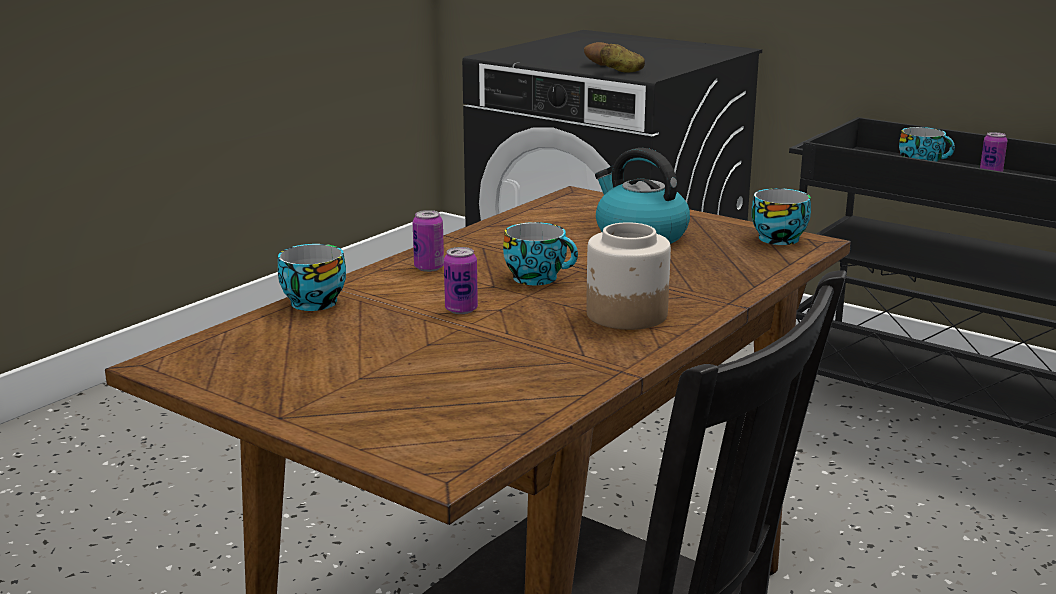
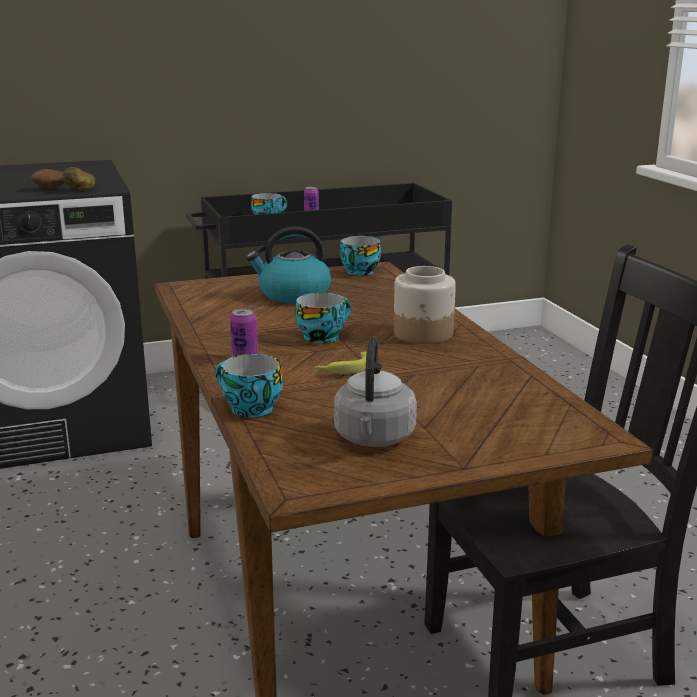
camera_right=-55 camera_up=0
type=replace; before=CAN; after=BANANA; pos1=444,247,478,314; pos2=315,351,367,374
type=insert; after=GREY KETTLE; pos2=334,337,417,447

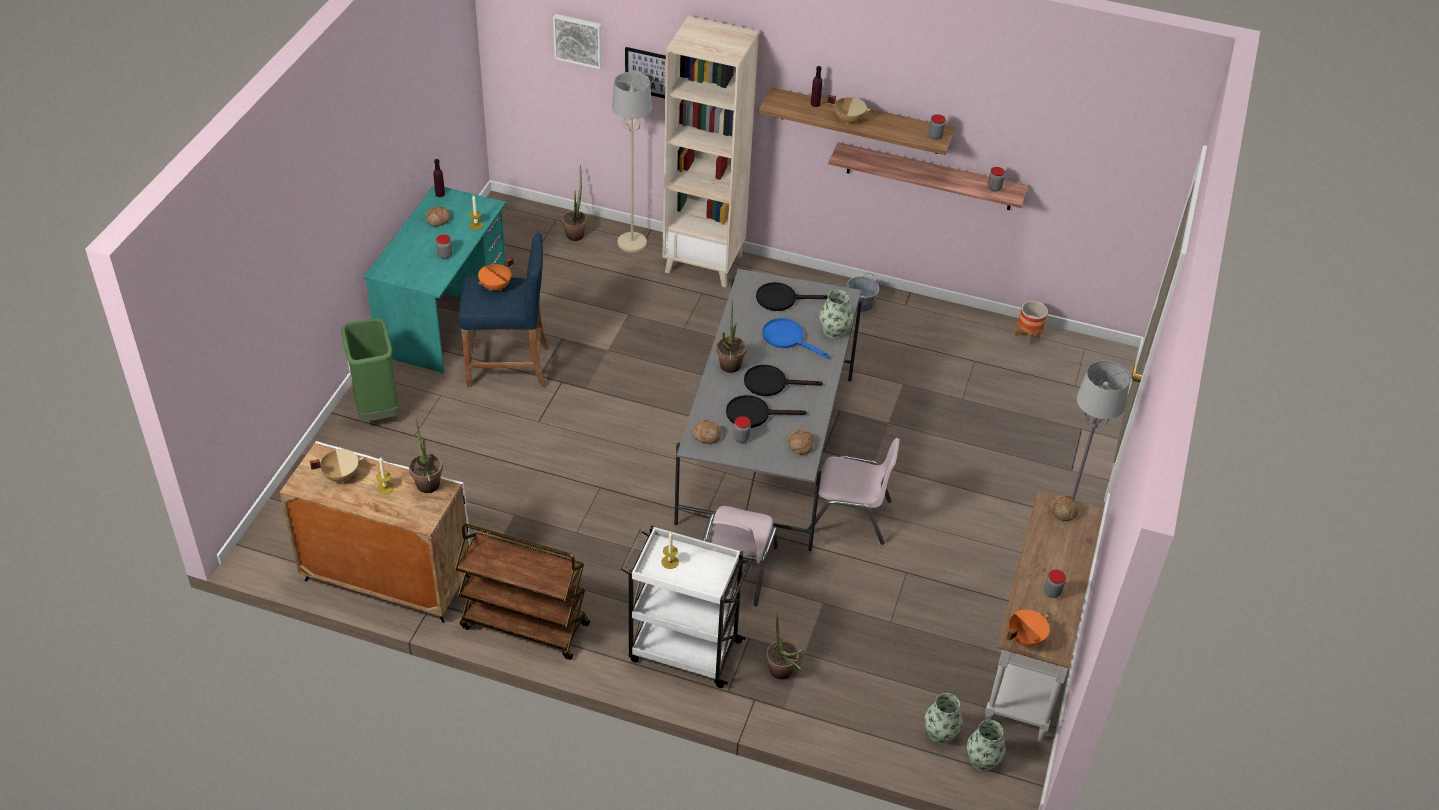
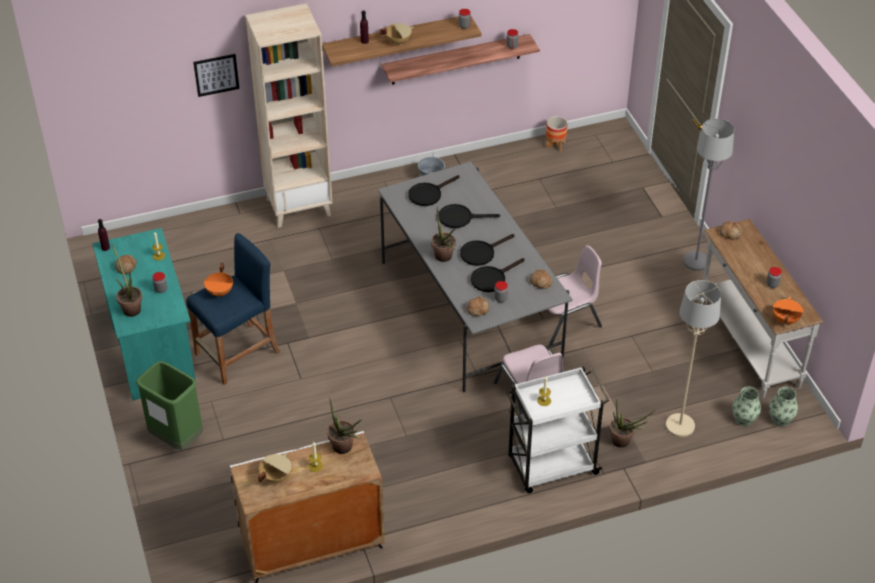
camera_right=-35 camera_up=0
type=delete; before=BROWN CART; pos1=455,524,590,660
type=delete; before=PICTURE; pos1=553,14,602,69
type=move; before=POTTED PLANT; pos1=562,165,587,241; pos2=112,245,142,317
type=move; before=BEIGE FLOOR LAMP; pos1=612,72,652,253; pos2=666,280,721,437
type=recolor; before=BLUE FRYING PAN; after=BLACK FRYING PAN; pos1=762,318,830,358; pos2=439,204,500,228
type=delete; before=VASE; pos1=819,290,853,339

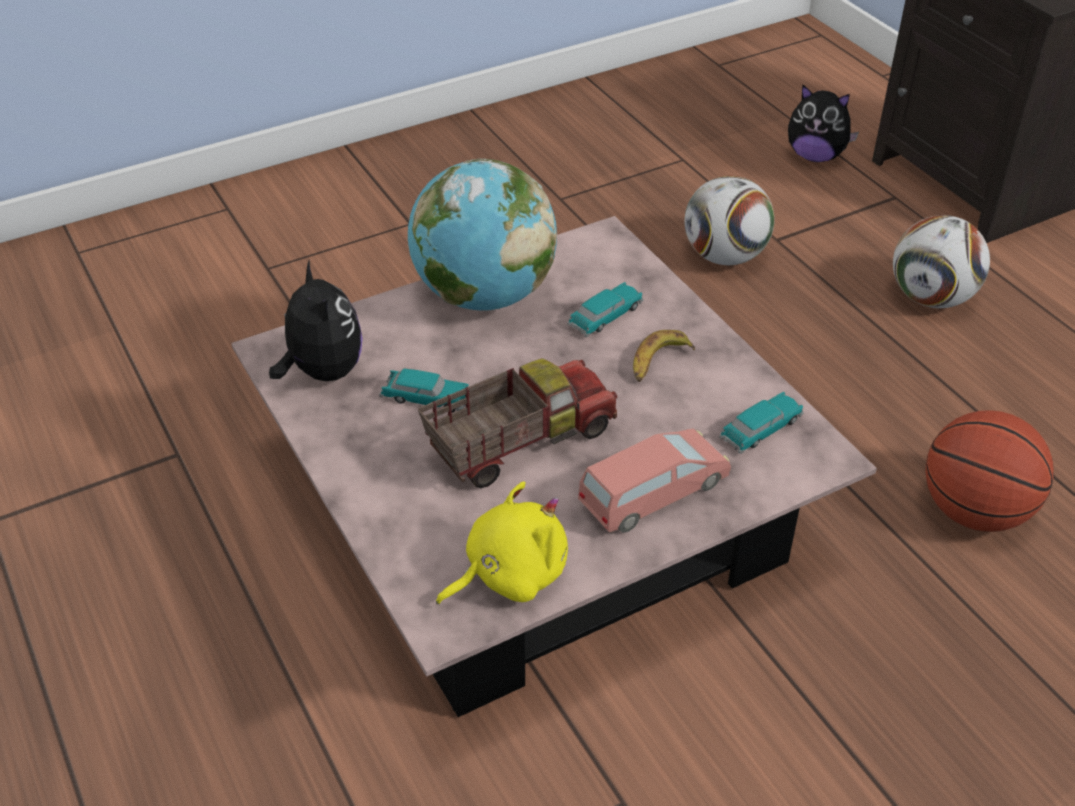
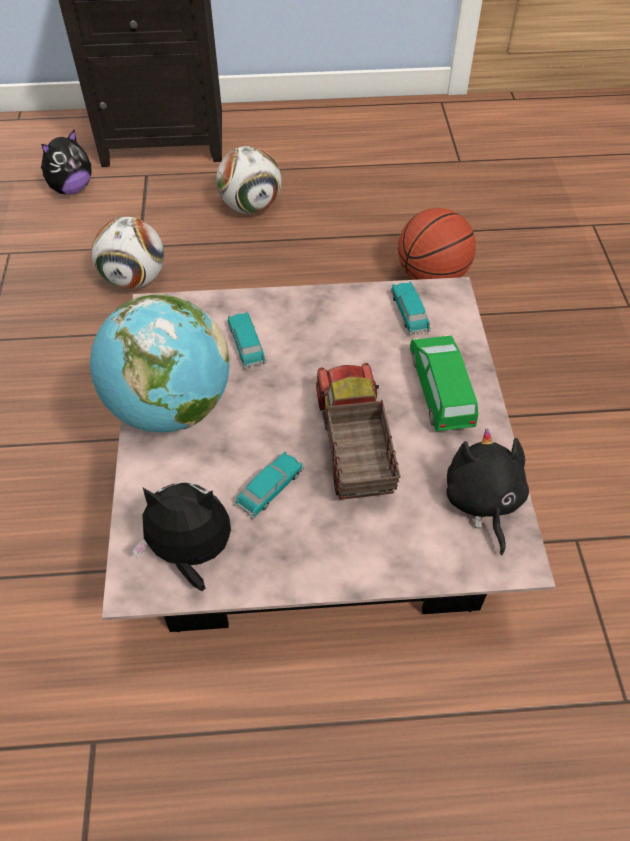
camera_right=-65 camera_up=10
type=recolor; before=YELLOW PLUSH TOY; after=BLACK PLUSH TOY; pos1=436,482,568,605; pos2=446,429,529,555
type=recolor; before=PINK TOY CAR; after=GREEN TOY CAR; pos1=578,428,731,533; pos2=410,335,478,431
type=delete; before=BANANA; pos1=633,330,695,382

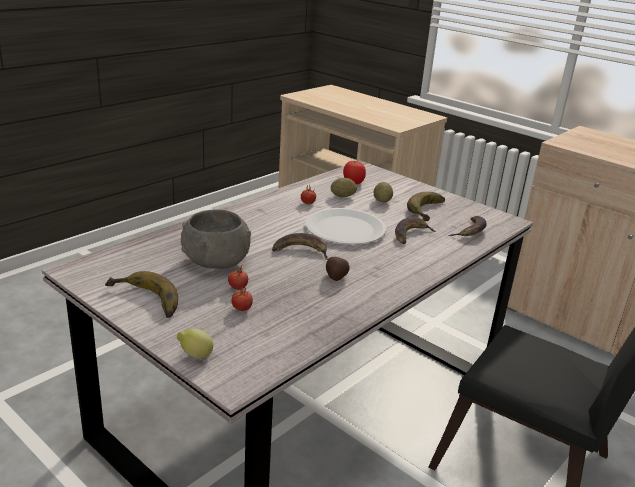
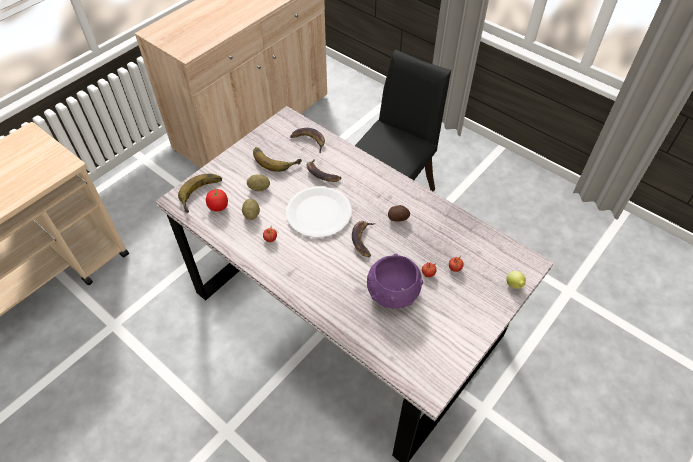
camera_right=-90 camera_up=25
type=move; before=BANANA; pos1=105,271,178,318; pos2=178,174,222,213
type=recolor; before=GREY BOWL; after=PURPLE BOWL; pos1=181,209,251,269; pos2=367,254,423,308

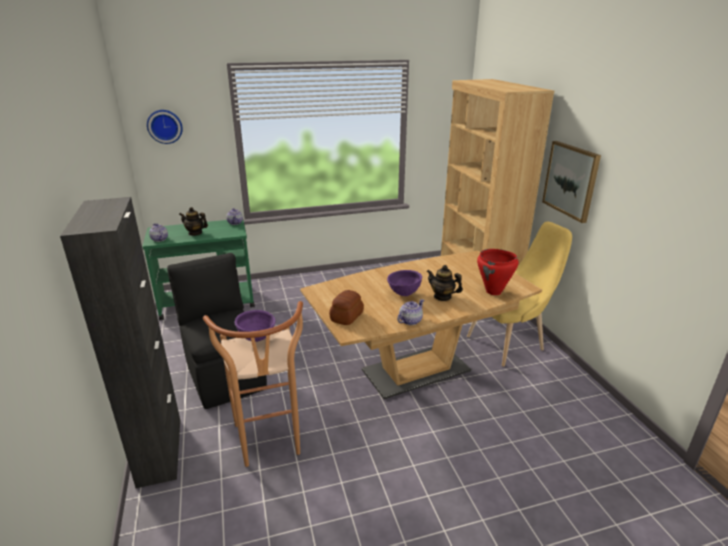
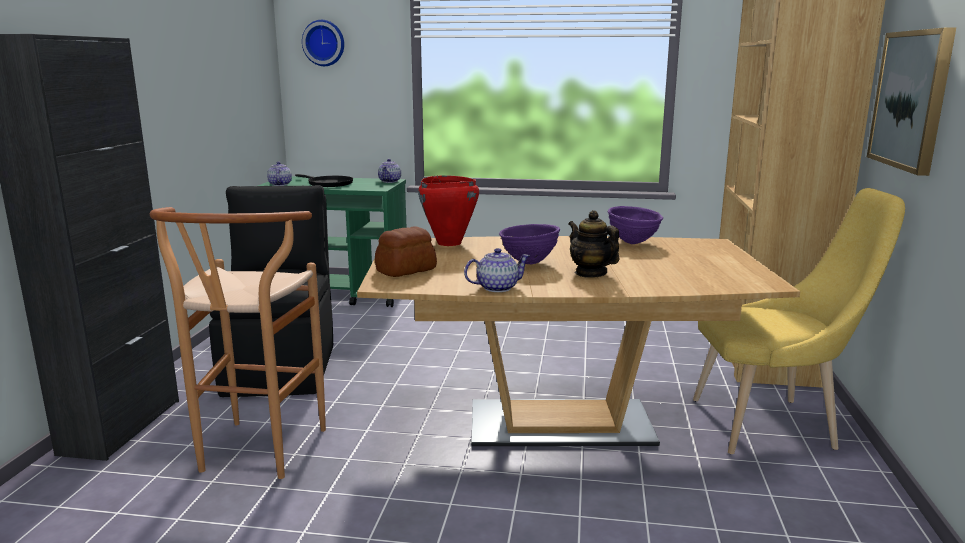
camera_right=25 camera_up=-10
type=replace; before=TEAPOT; after=BLACK FRYING PAN; pos1=179,207,208,236; pos2=295,174,353,187
type=move; before=PURPLE BOWL; pos1=235,310,276,342; pos2=608,206,663,244
type=move; before=RED COOKING POT; pos1=477,249,519,295; pos2=418,176,479,246

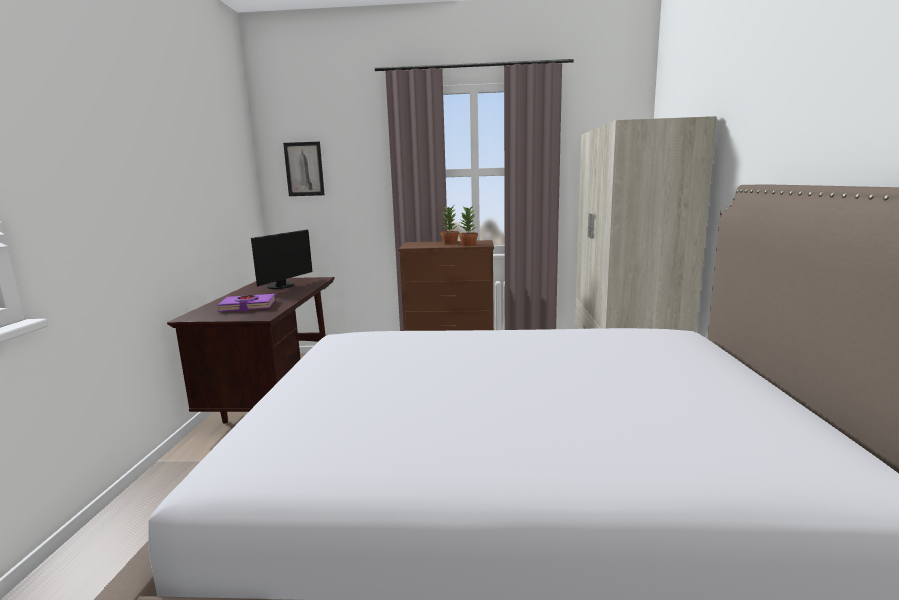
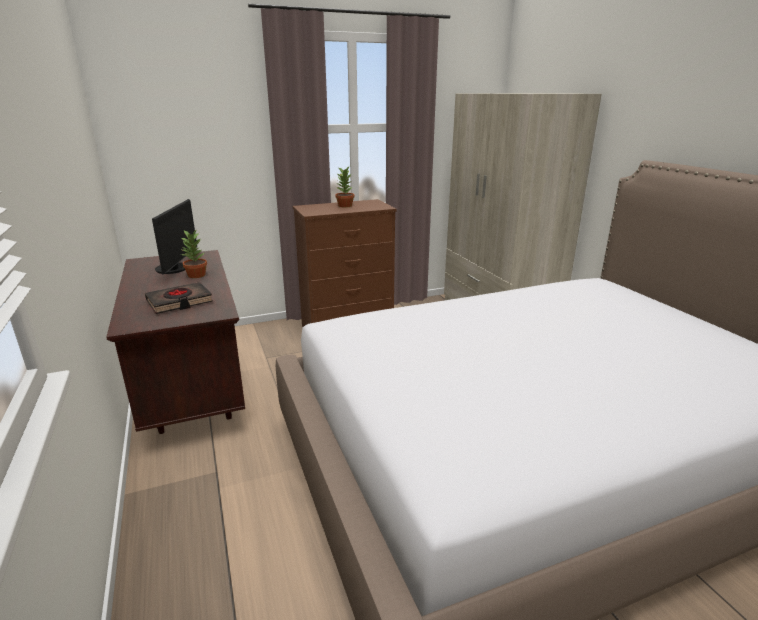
camera_right=-25 camera_up=10
type=recolor; before=PURPLE BOOK; after=BLACK BOOK; pos1=218,294,276,312; pos2=145,282,213,314
type=delete; before=PICTURE; pos1=283,142,325,196
type=move; before=POTTED PLANT; pos1=459,205,478,246; pos2=180,228,207,278

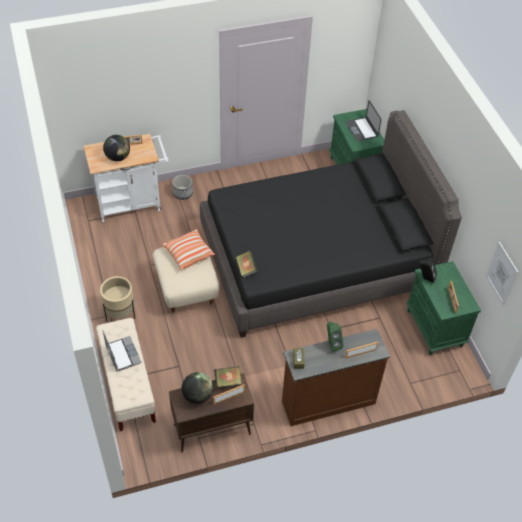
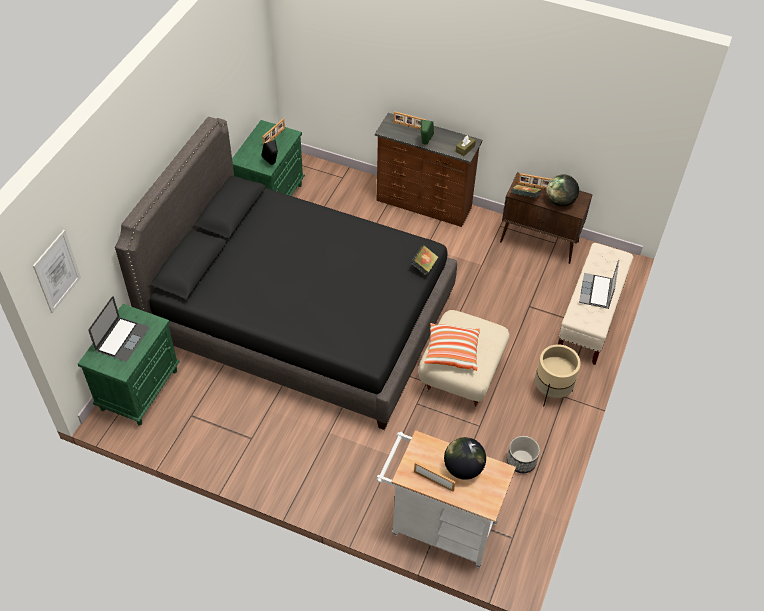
camera_right=-140 camera_up=0
type=move; before=PLANTER; pos1=172,175,193,200; pos2=507,436,540,473
type=move; before=PICTURE; pos1=486,242,518,306; pos2=33,230,81,313

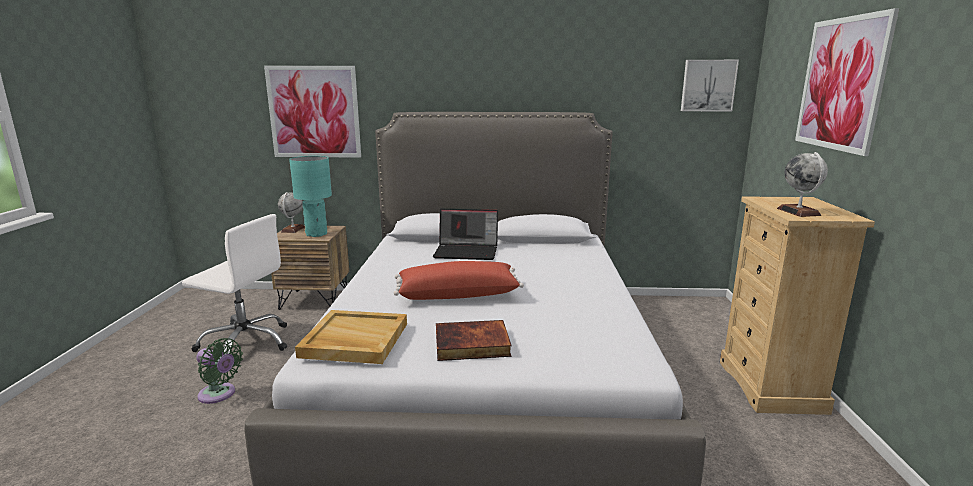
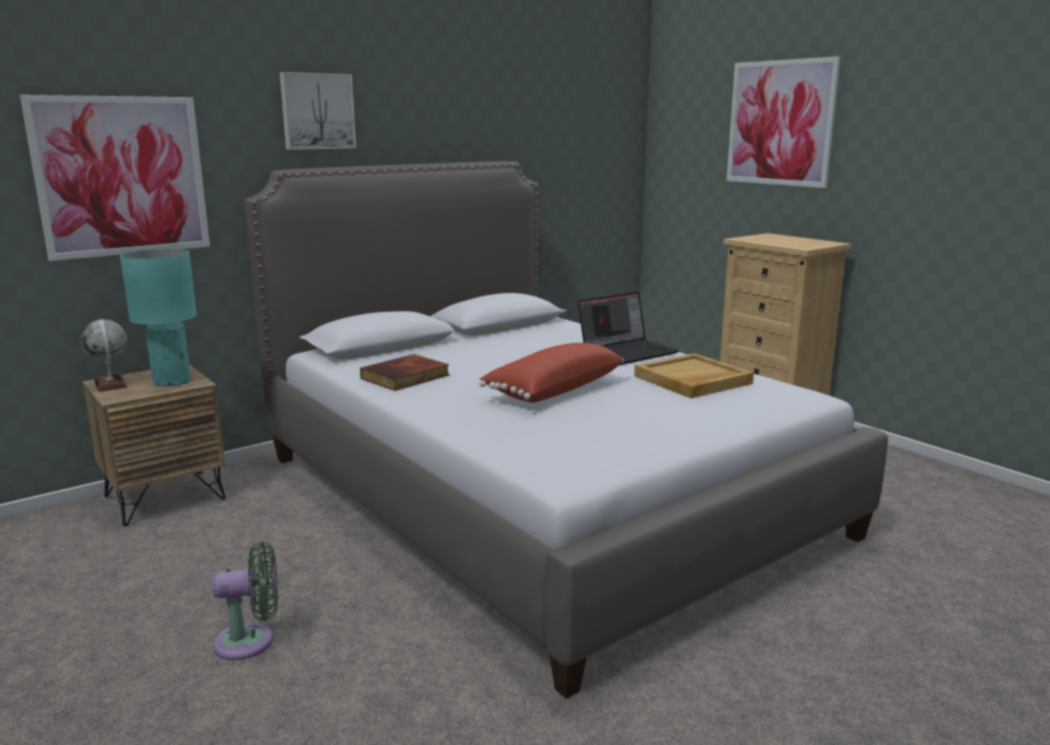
camera_right=-40 camera_up=0
type=delete; before=WHITE OFFICE CHAIR; pos1=182,214,287,354
type=move; before=BEIGE TRAY; pos1=295,310,407,364; pos2=634,353,754,398
type=move; before=LAPTOP; pos1=433,209,498,260; pos2=578,292,679,365
type=move; before=BOOK; pos1=436,320,512,361; pos2=360,354,449,391
type=move; before=PICTURE; pos1=681,60,739,111; pos2=280,72,356,150
type=delete; before=GLOBE; pos1=777,152,828,217

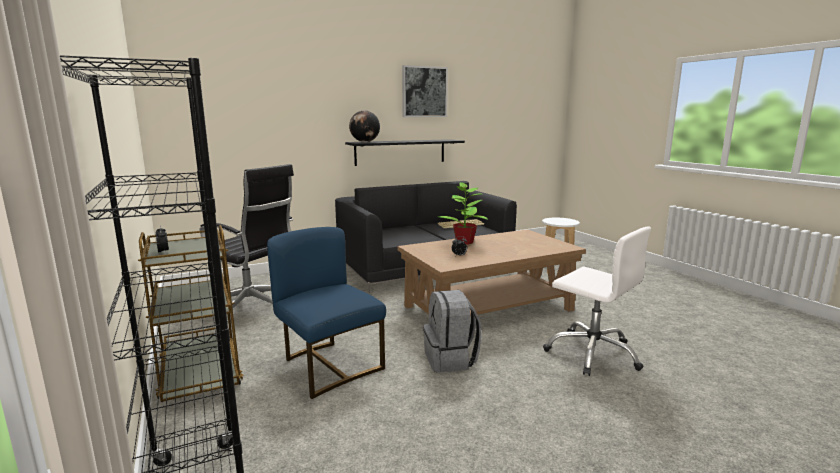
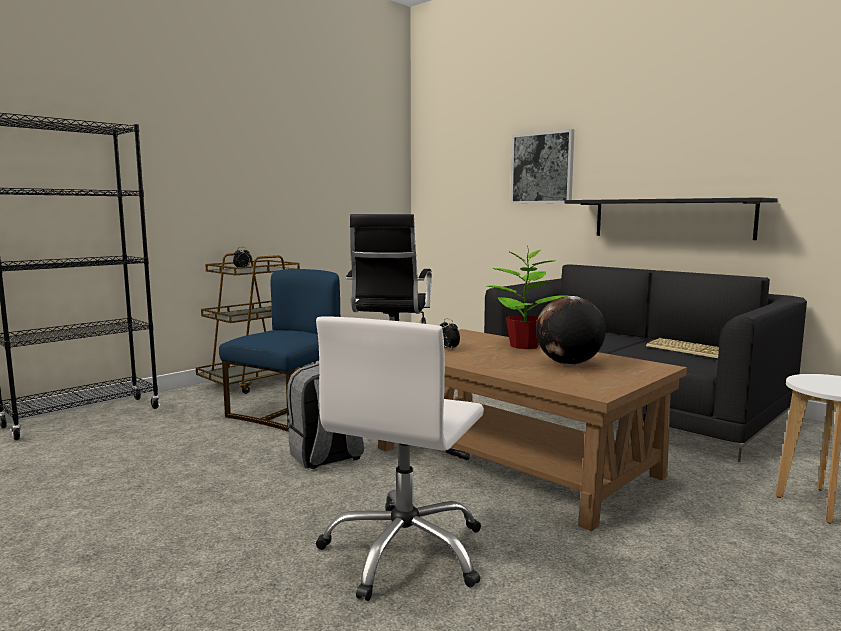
camera_right=70 camera_up=-5
type=move; before=GLOBE; pos1=349,110,380,142; pos2=536,296,606,365
type=move; before=PICTURE; pos1=402,65,448,117; pos2=510,129,574,204

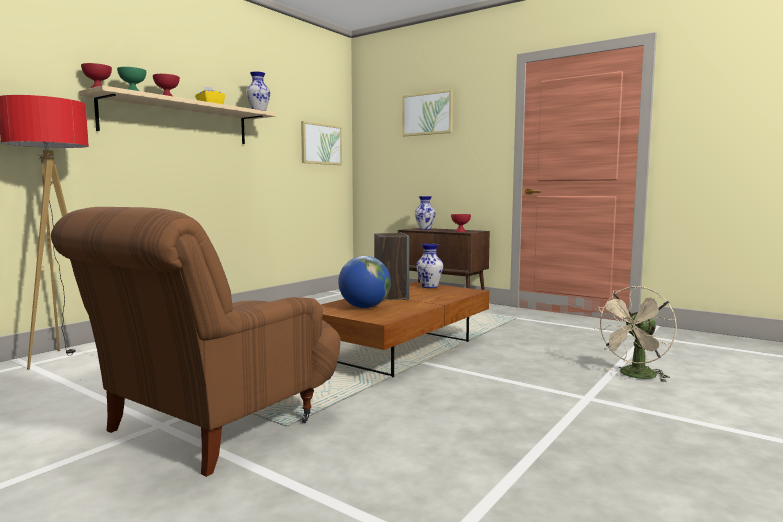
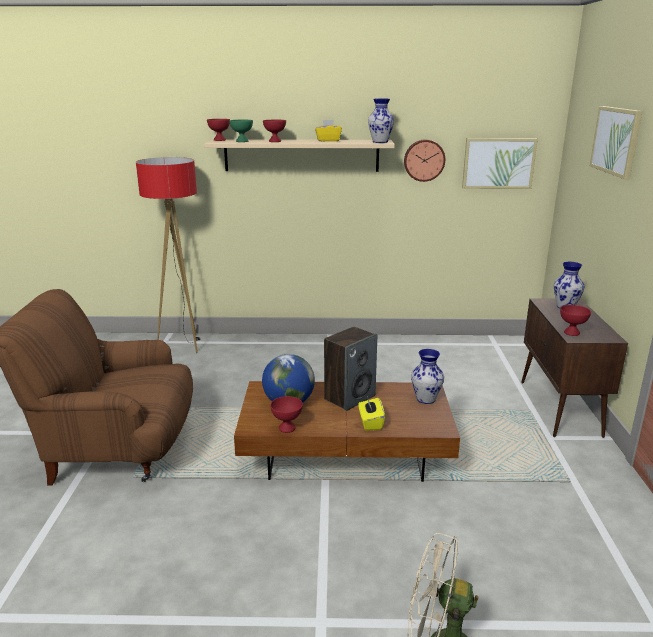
camera_right=55 camera_up=15
type=insert; after=RED BOWL; pos2=270,396,303,433
type=insert; after=YELLOW TISSUE BOX; pos2=358,396,385,430
type=insert; after=WALL CLOCK; pos2=404,139,445,182

